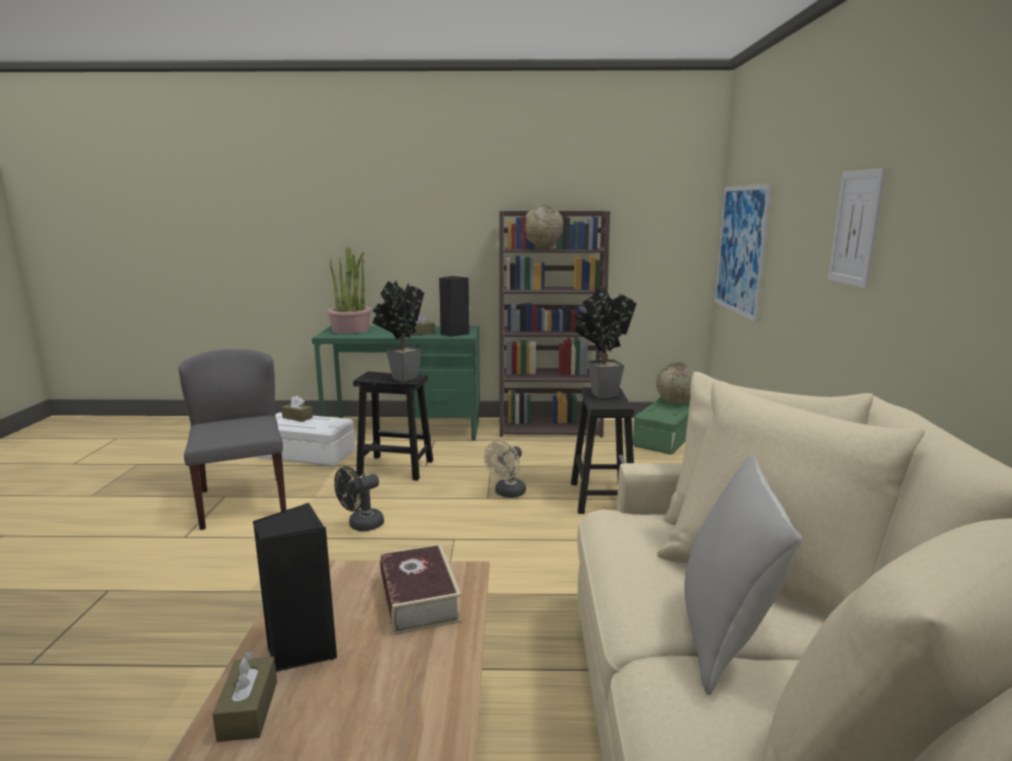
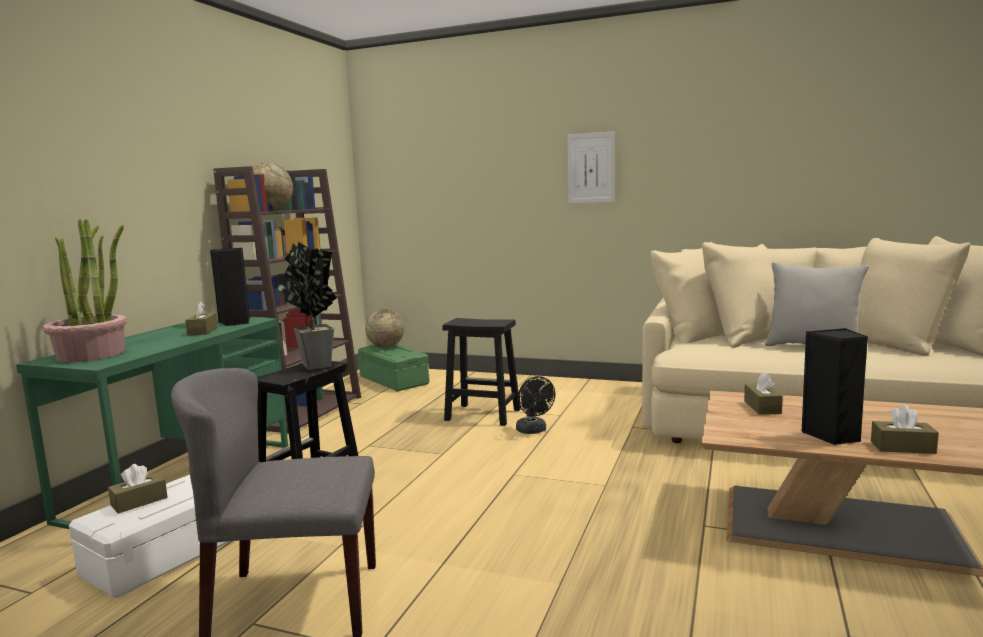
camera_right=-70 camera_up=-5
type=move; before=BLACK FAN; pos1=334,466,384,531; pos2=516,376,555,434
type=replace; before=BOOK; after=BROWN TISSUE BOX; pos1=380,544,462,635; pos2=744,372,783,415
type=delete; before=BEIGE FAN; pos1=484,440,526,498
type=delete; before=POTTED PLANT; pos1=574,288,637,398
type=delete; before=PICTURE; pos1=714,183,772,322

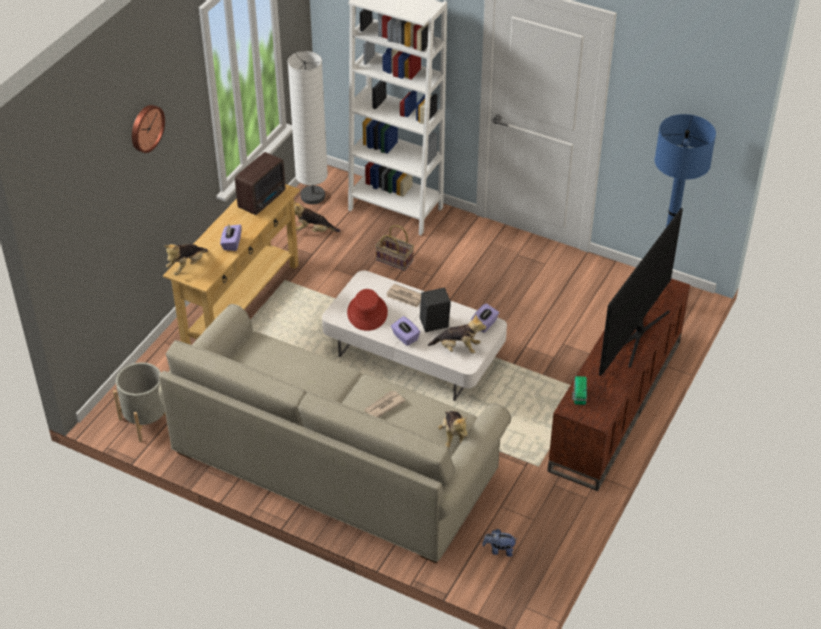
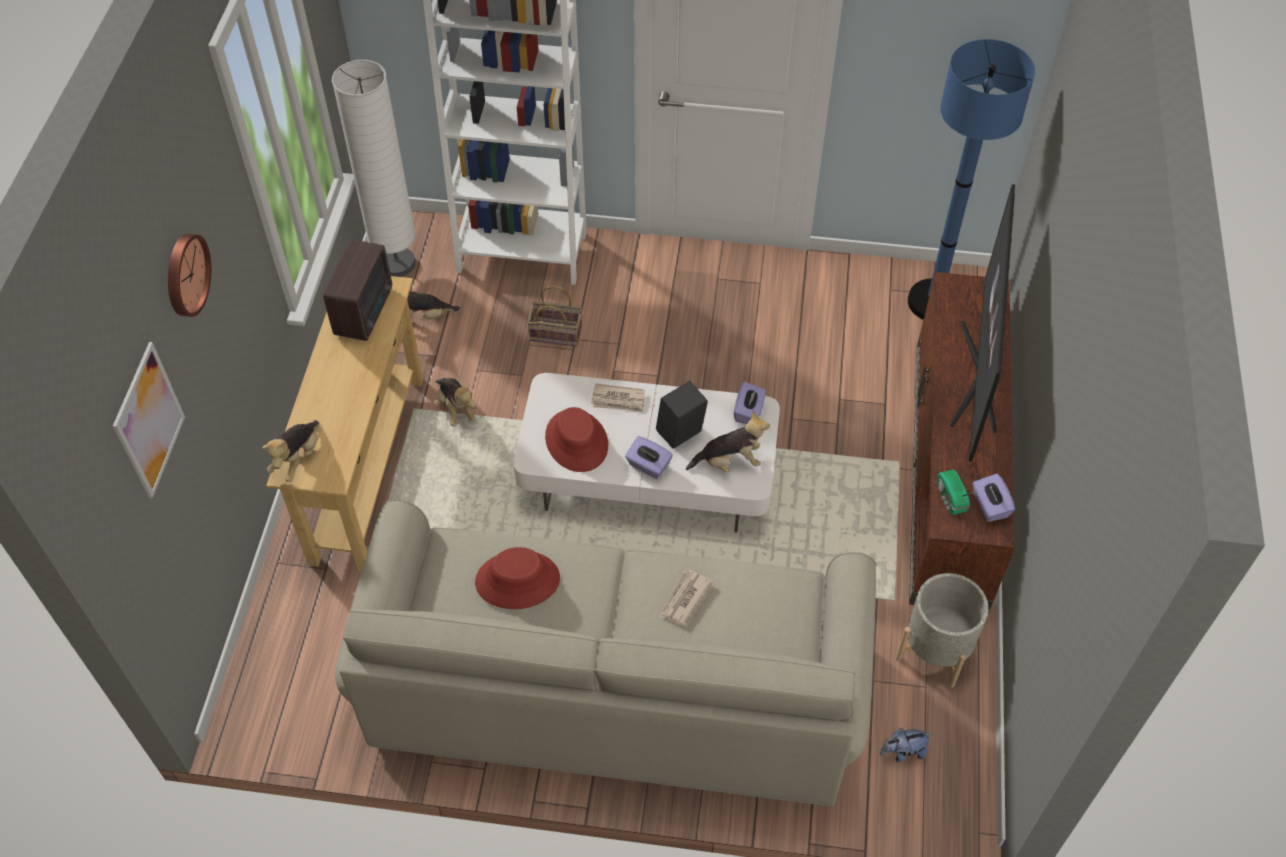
camera_right=-20 camera_up=10
type=move; before=GREY PLANTER; pos1=113,362,166,442; pos2=896,573,989,687
type=move; before=PURPLE TISSUE BOX; pos1=220,224,241,251; pos2=973,473,1015,522
type=move; before=PLUSH TOY; pos1=438,411,467,448; pos2=434,378,476,426
type=insert; after=PICTURE; pos2=113,342,185,498
type=insert; after=RED HAT; pos2=475,547,560,609

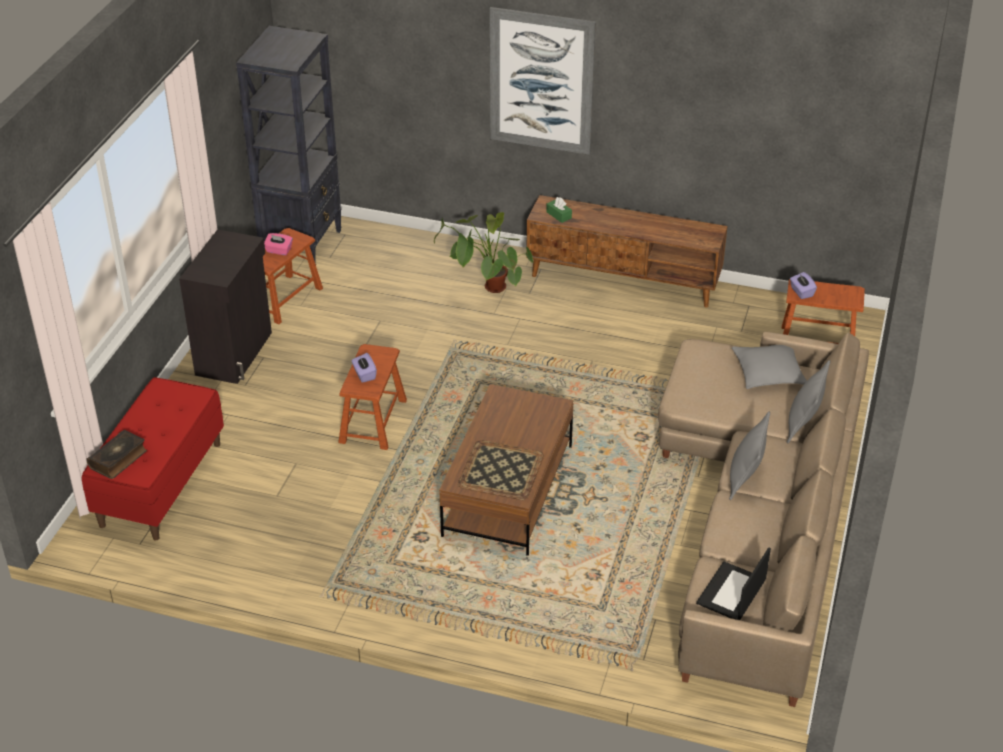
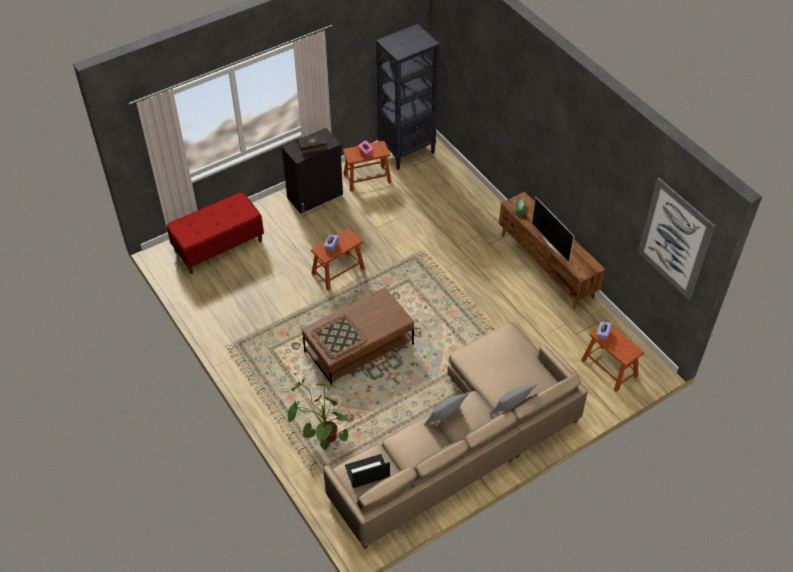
camera_right=40 camera_up=10
type=move; before=BOOK; pos1=86,430,147,479; pos2=297,133,327,154
type=move; before=POTTED PLANT; pos1=434,212,533,293; pos2=287,378,348,451
type=move; before=PICTURE; pos1=490,7,596,155; pos2=638,177,715,300
type=delete; before=GREY PILLOW; pos1=732,345,807,389
type=insert; after=TELEVISION; pos2=532,197,575,263

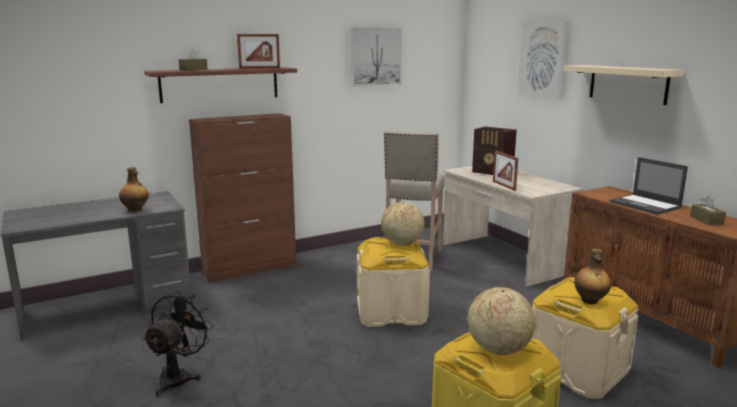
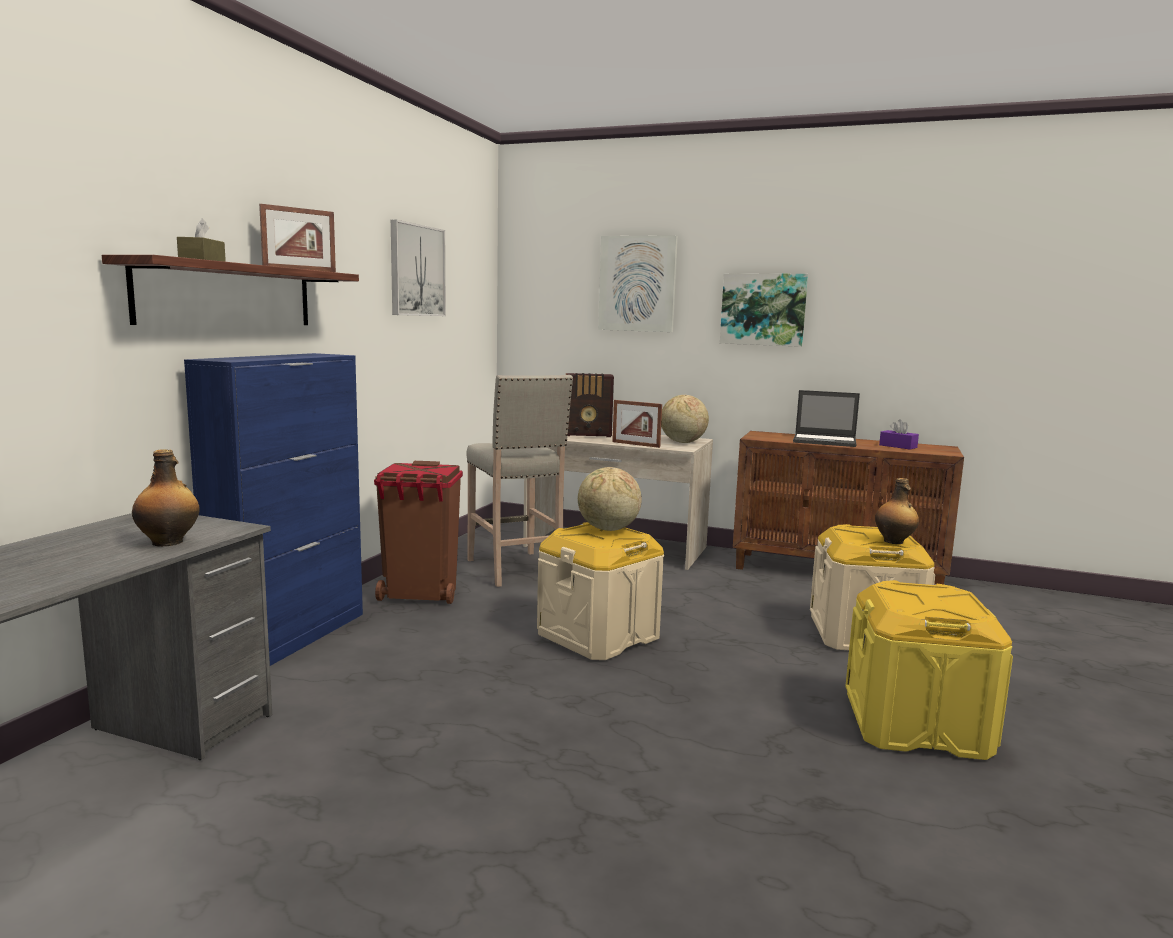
camera_right=-40 camera_up=-5
type=delete; before=BLACK FAN; pos1=143,290,214,396
type=recolor; before=BROWN CABINET; after=BLUE CABINET; pos1=189,113,296,282; pos2=184,353,363,666
type=move; before=GLOBE; pos1=468,287,536,355; pos2=661,395,709,443
type=replace; before=BEIGE SHELF; after=PICTURE; pos1=564,65,684,105; pos2=720,273,808,347
type=recolor; before=BROWN TISSUE BOX; after=PURPLE TISSUE BOX; pos1=690,196,726,225; pos2=879,419,919,450
type=insert; after=BROWN TRASH CAN; pos2=374,461,463,604

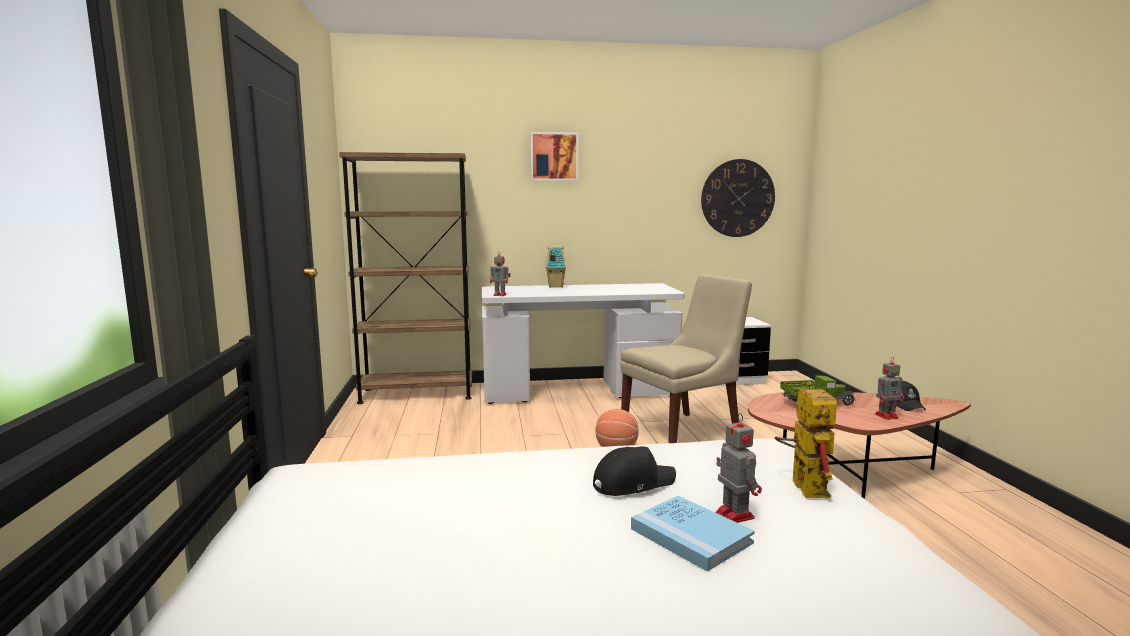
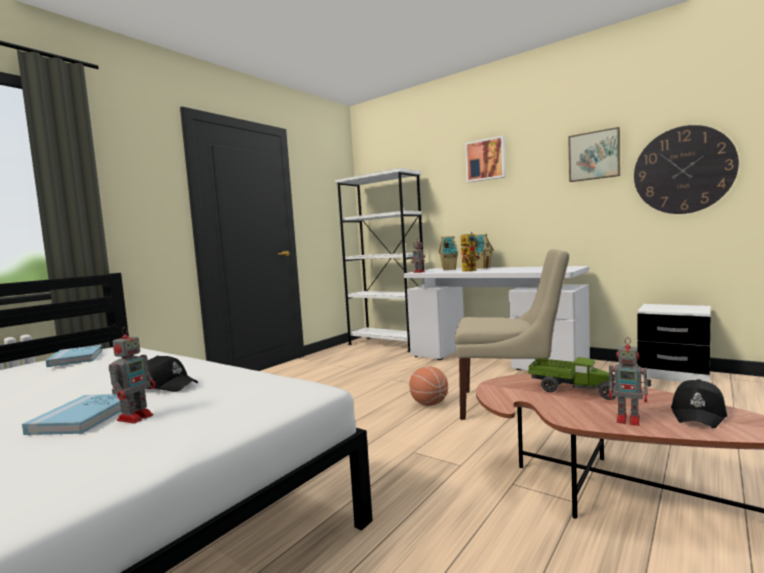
camera_right=45 camera_up=-5
type=recolor; before=BROWN BOOKCASE; after=WHITE BOOKCASE; pos1=339,152,472,404; pos2=335,168,424,352
type=move; before=TOY ROBOT; pos1=775,382,837,498; pos2=460,232,480,272
type=insert; after=BLUE BOOK; pos2=46,345,103,367
type=insert; after=TOY HOUSE; pos2=439,236,459,270
type=insert; after=PICTURE; pos2=568,127,620,182

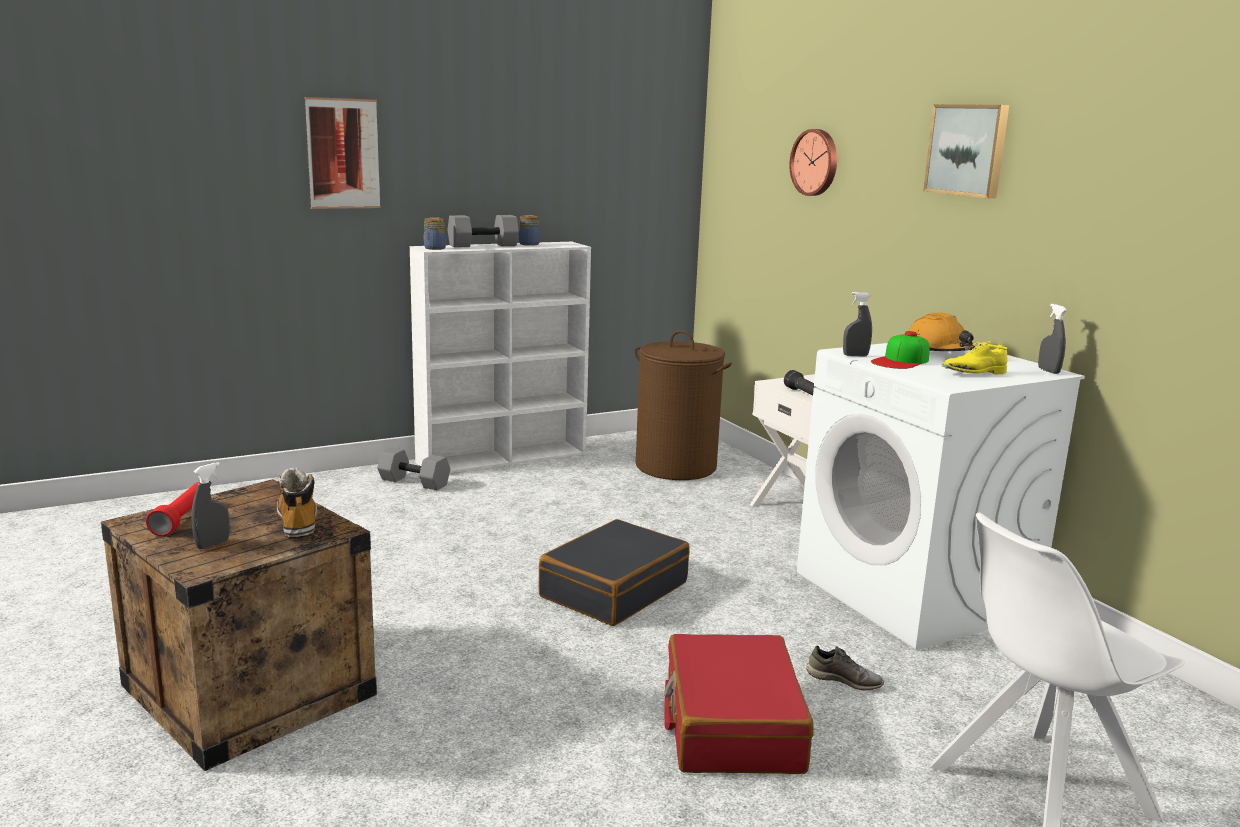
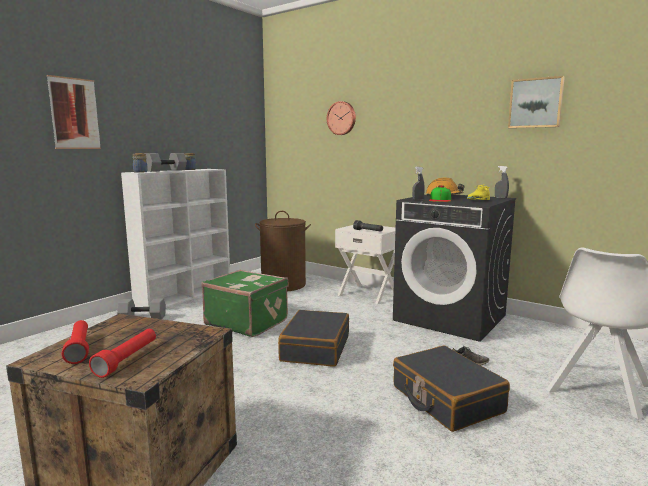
camera_right=-25 camera_up=-5
type=replace; before=GREY SPRAY BOTTLE; after=RED FLASHLIGHT; pos1=191,462,229,549; pos2=89,329,156,378
type=delete; before=BOOT; pos1=276,467,317,539
type=recolor; before=RED SUITCASE; after=BLACK SUITCASE; pos1=664,634,814,774; pos2=393,345,510,432
type=recolor; before=WHITE WASHING MACHINE; after=BLACK WASHING MACHINE; pos1=797,343,1085,650; pos2=393,194,516,342
type=move; before=PICTURE; pos1=923,104,1009,198; pos2=508,76,565,128
type=insert; after=GREEN SUITCASE; pos2=201,270,289,337

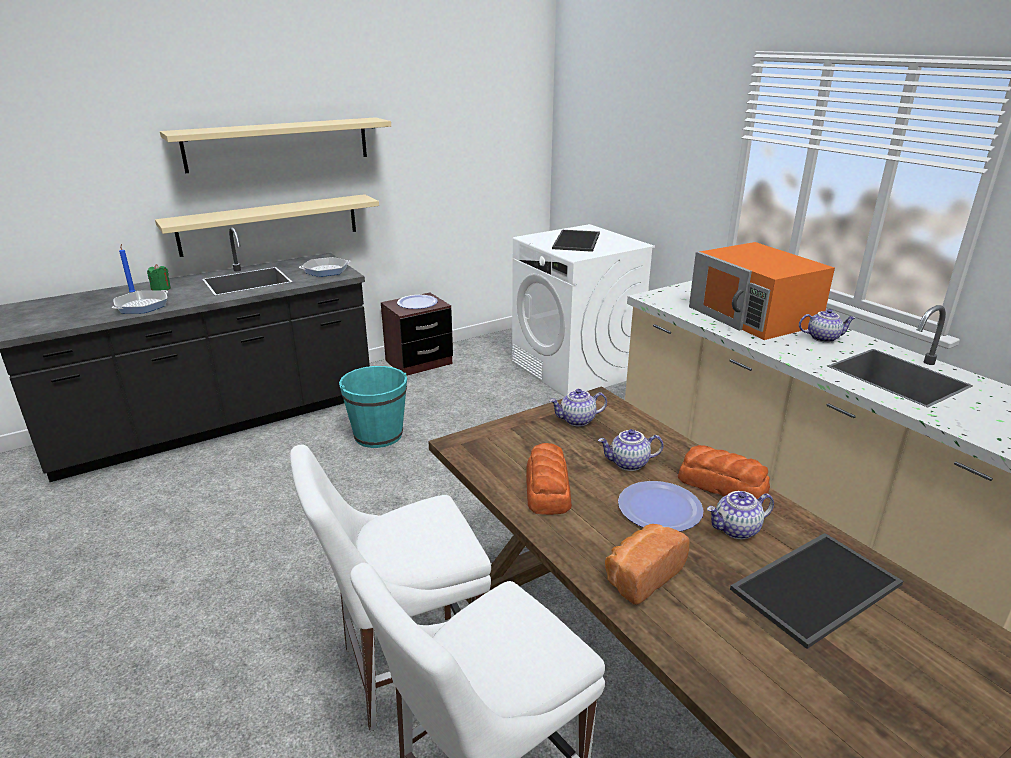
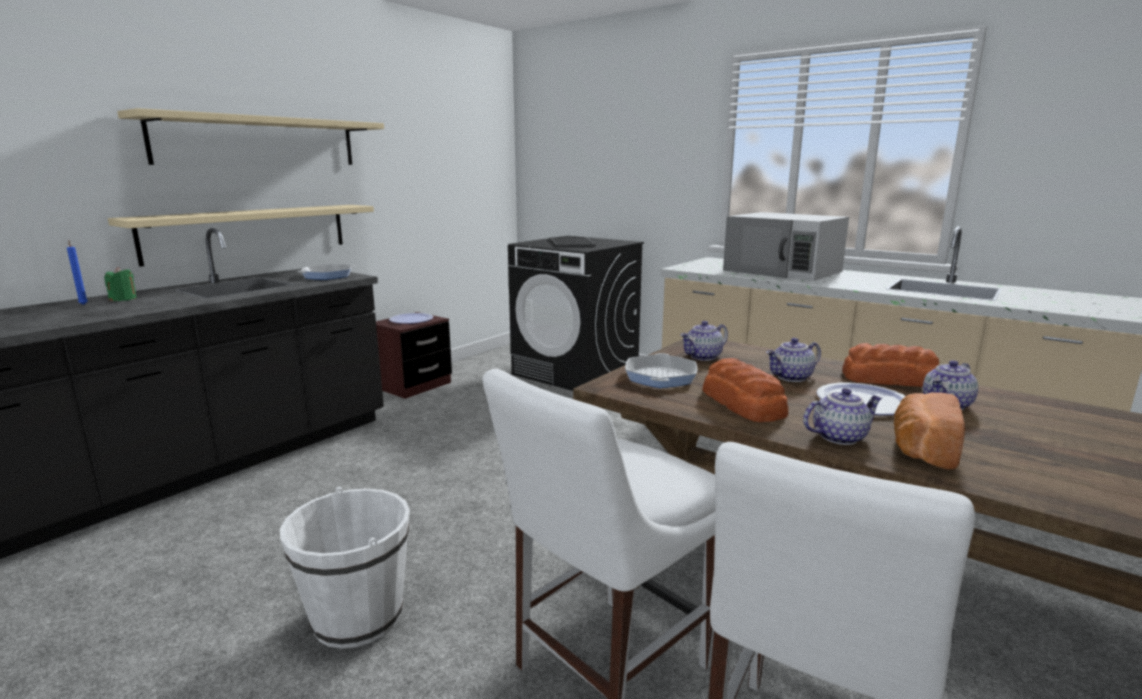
camera_right=-20 camera_up=-10
type=move; before=FRYING PAN; pos1=112,290,168,314; pos2=625,353,697,388
type=delete; before=TURQUOISE BUCKET; pos1=339,366,407,448
type=recolor; before=WHITE WASHING MACHINE; after=BLACK WASHING MACHINE; pos1=512,224,655,397; pos2=508,236,644,391
type=recolor; before=ORANGE MICROWAVE; after=WHITE MICROWAVE; pos1=689,242,835,340; pos2=723,212,849,281
type=delete; before=TRAY; pos1=730,533,903,649
type=move; before=TEAPOT; pos1=799,309,855,343; pos2=803,388,882,445
type=insert; after=WHITE BUCKET; pos2=280,487,410,649

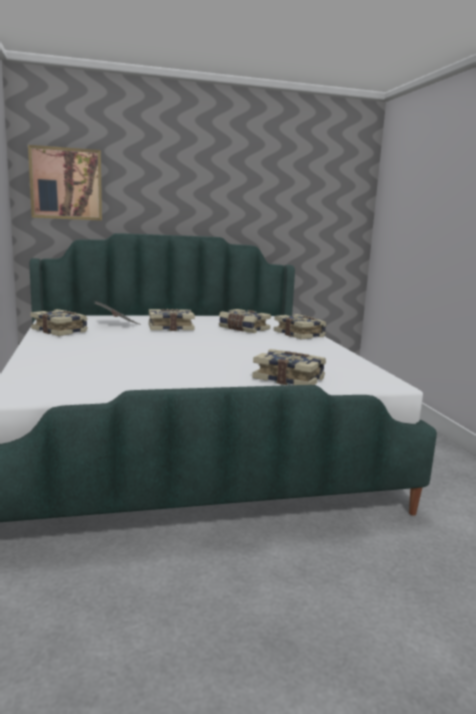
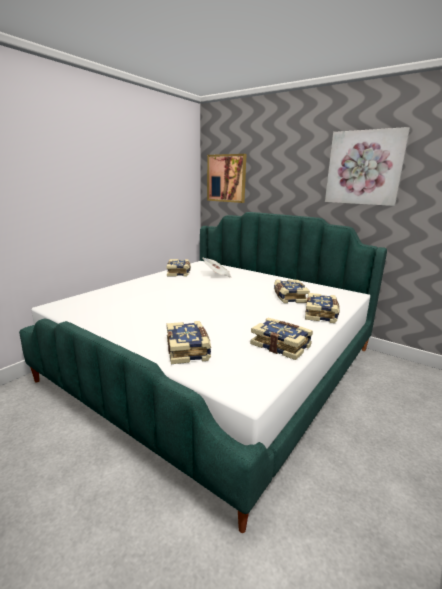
camera_right=50 camera_up=5
type=move; before=BOOK; pos1=149,309,195,331; pos2=250,318,313,360
type=insert; after=PICTURE; pos2=325,127,410,206

